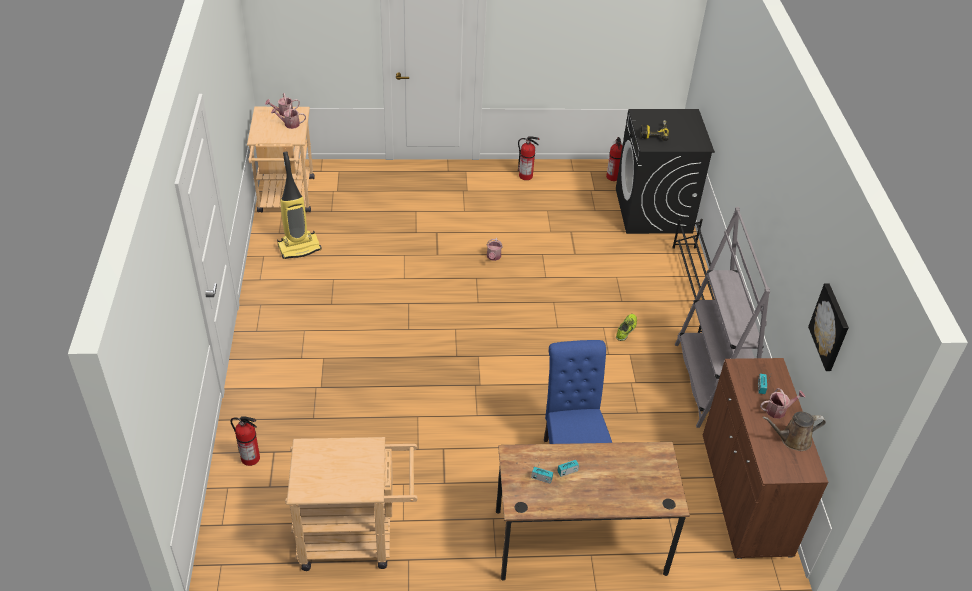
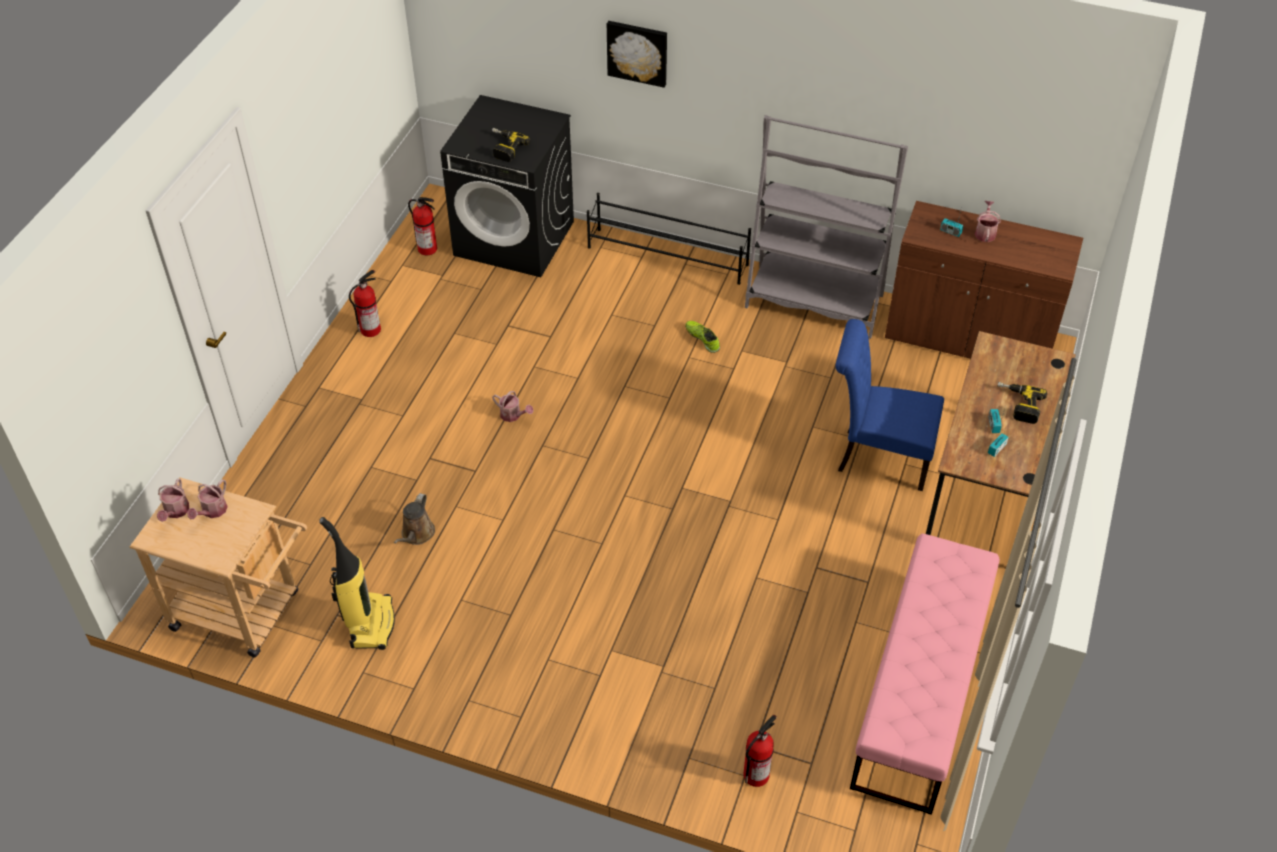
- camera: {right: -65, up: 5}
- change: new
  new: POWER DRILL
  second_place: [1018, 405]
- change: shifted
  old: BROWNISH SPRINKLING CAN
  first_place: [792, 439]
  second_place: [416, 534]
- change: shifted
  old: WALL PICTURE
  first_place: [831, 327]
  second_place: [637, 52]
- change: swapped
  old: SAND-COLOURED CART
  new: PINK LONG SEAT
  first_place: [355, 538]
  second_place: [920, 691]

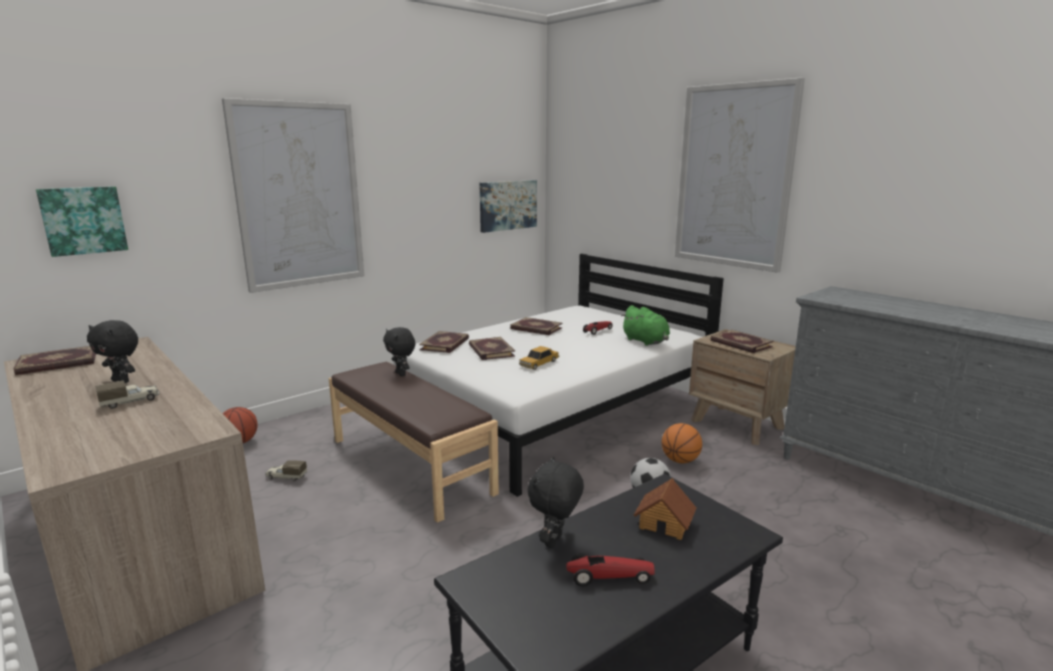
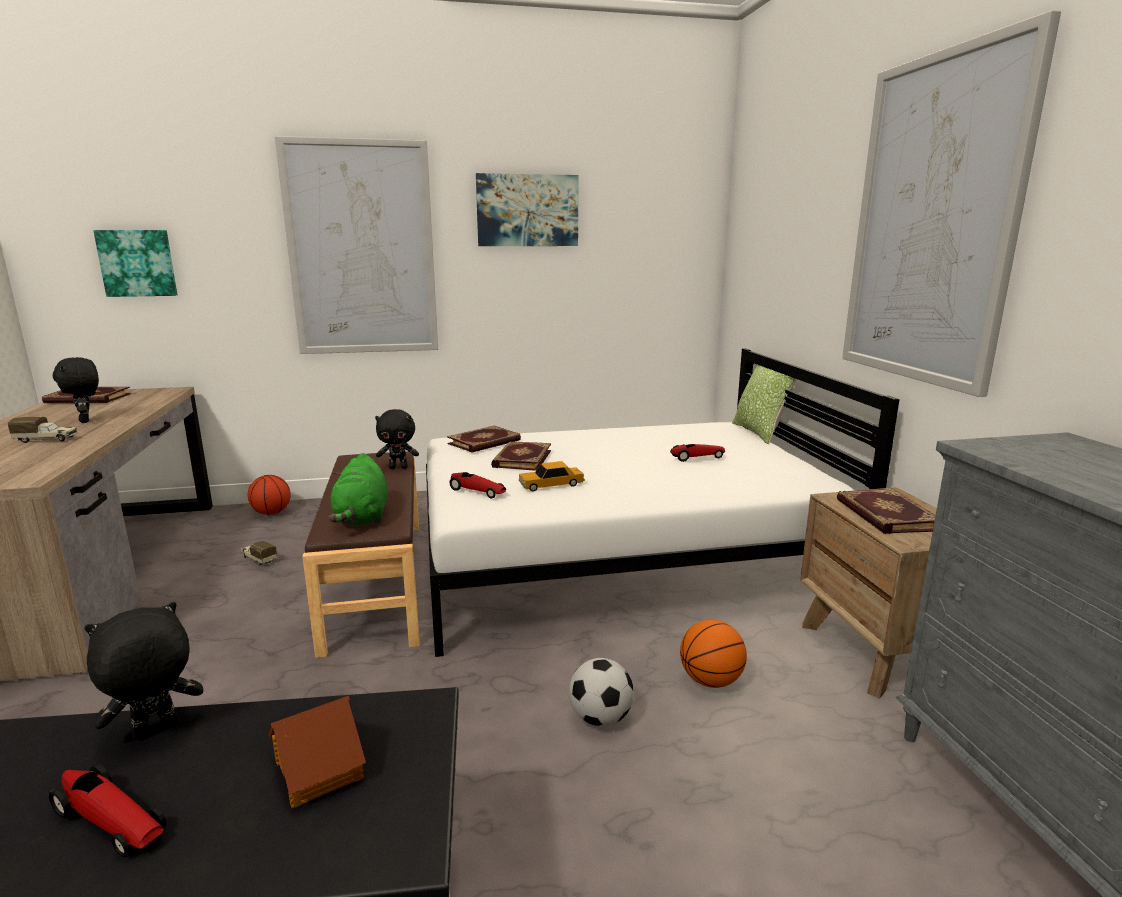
- camera: {right: 30, up: 0}
- change: gone
  old: BOUND BOOK
  first_place: [536, 329]
- change: new
  new: MODEL CAR
  second_place: [477, 491]
- change: new
  new: CUSHION
  second_place: [759, 433]
- change: shifted
  old: WALL PICTURE
  first_place: [508, 205]
  second_place: [527, 210]
- change: shifted
  old: GREEN PLUSH TOY
  first_place: [646, 341]
  second_place: [362, 518]
- change: rotated
  old: BLACKISH PLUSH TOY
  first_place: [401, 374]
  second_place: [399, 467]
  degrees: -90

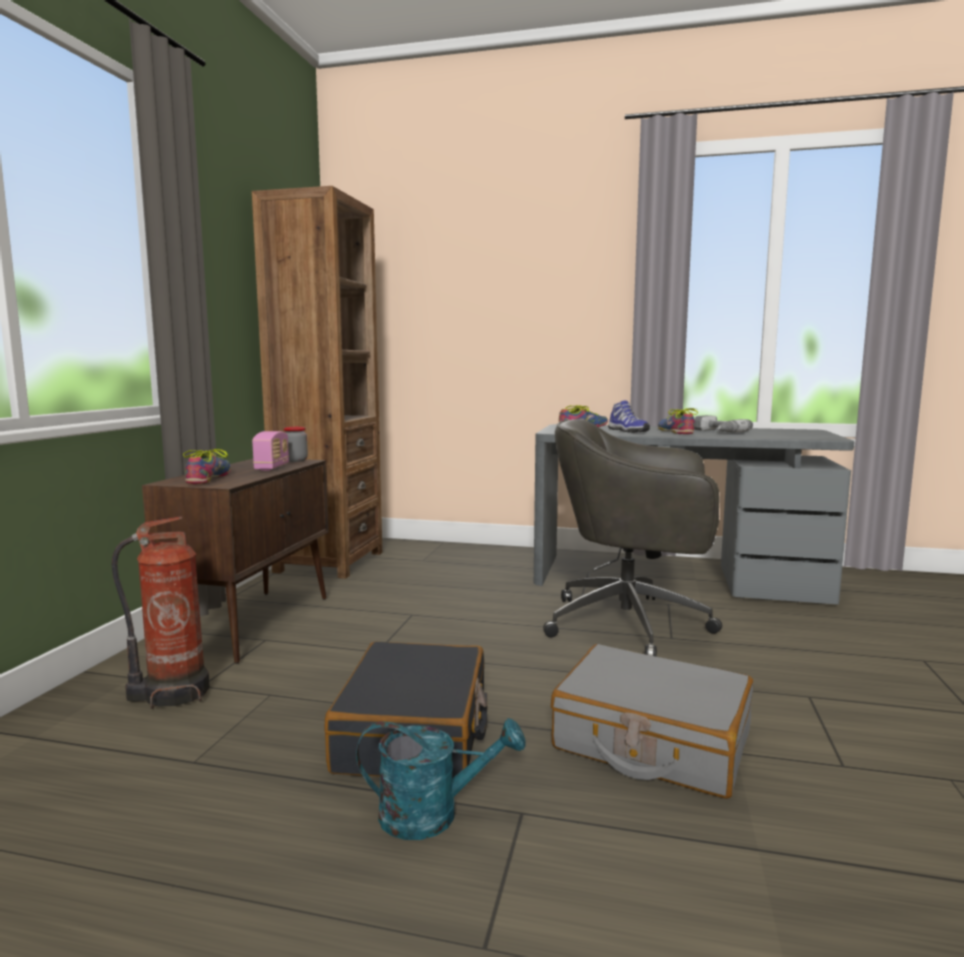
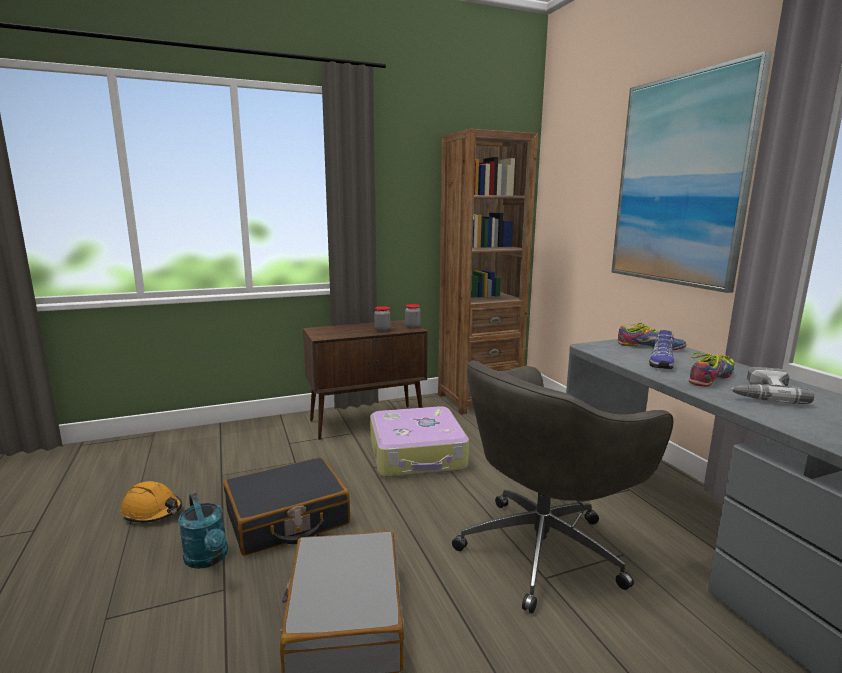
- camera: {right: 55, up: 5}
- change: gone
  old: FIRE-FIGHTING CYLINDER
  first_place: [173, 693]
- change: gone
  old: SHOE
  first_place: [208, 478]
- change: new
  new: ORANGE-COLOURED WORK HELMET
  second_place: [152, 511]
- change: new
  new: TRAVEL CASE
  second_place: [418, 455]
- change: new
  new: WALL PICTURE
  second_place: [680, 182]
- change: swapped
  old: RADIO RECEIVER
  new: PRESERVE JAR
  first_place: [272, 467]
  second_place: [382, 330]
- change: rotated
  old: GREYISH OFFICE CHAIR
  first_place: [632, 624]
  second_place: [544, 548]
  degrees: -105

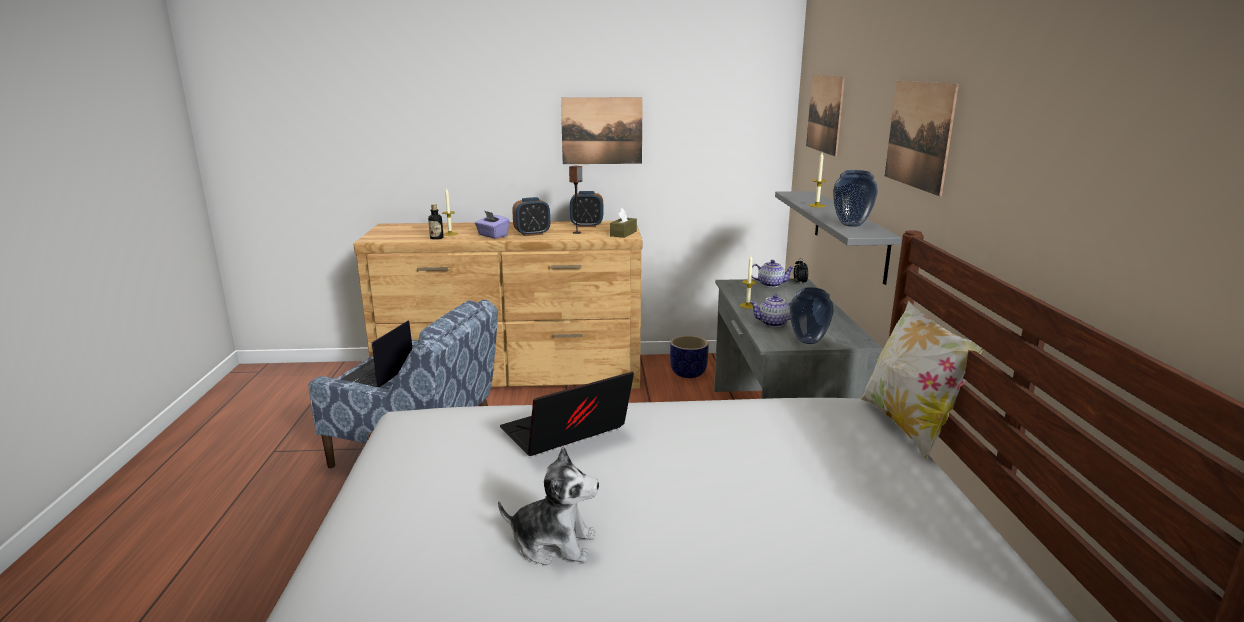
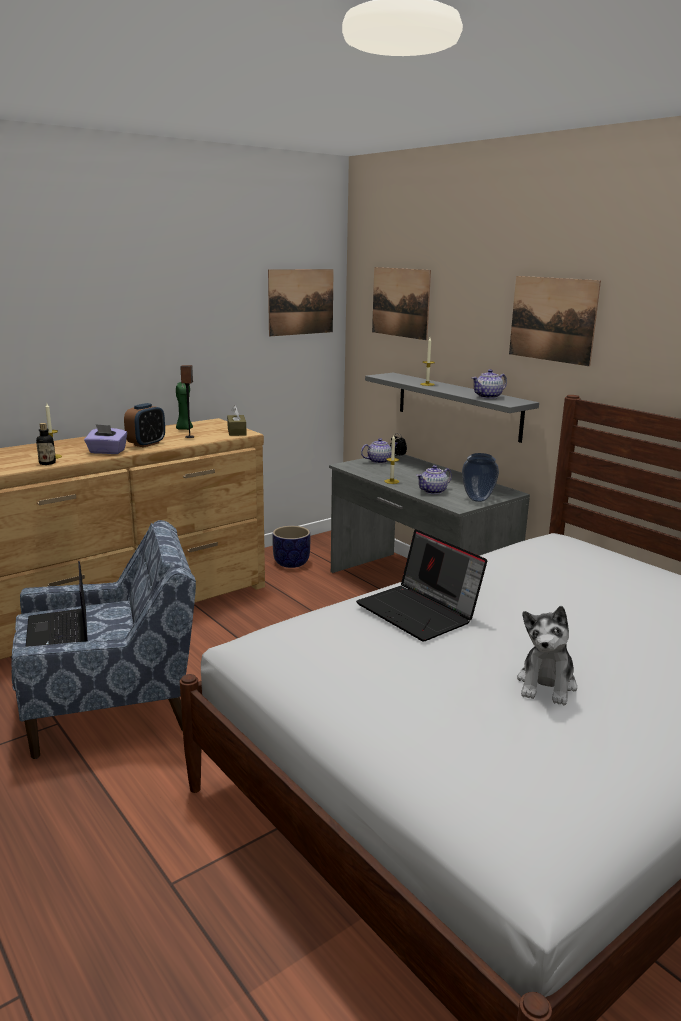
- camera: {right: -35, up: 0}
- change: gone
  old: CUSHION
  first_place: [908, 425]
- change: shifted
  old: WALL PICTURE
  first_place: [602, 131]
  second_place: [301, 302]
- change: swapped
  old: BEDSIDE CLOCK
  new: GREEN CANDLE
  first_place: [587, 225]
  second_place: [184, 429]
- change: swapped
  old: DECORATIVE VASE
  new: POT FOR TEA
  first_place: [852, 225]
  second_place: [488, 396]
- change: rotated
  old: PLUSH TOY
  first_place: [554, 543]
  second_place: [546, 684]
  degrees: 135
- change: rotated
  old: PORTABLE COMPUTER
  first_place: [565, 433]
  second_place: [420, 612]
  degrees: -60

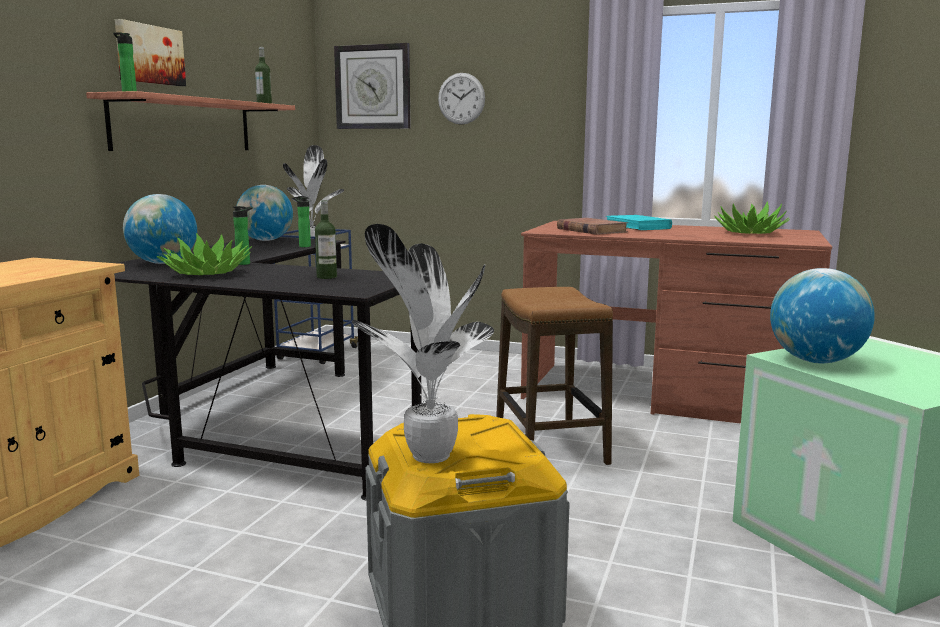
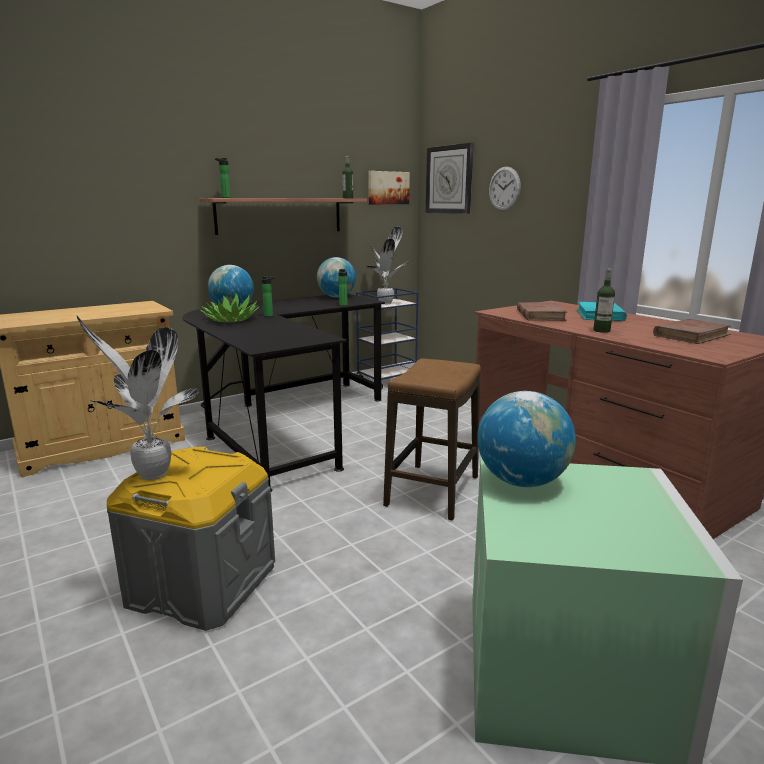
- camera: {right: 35, up: 5}
- change: shifted
  old: WALL PICTURE
  first_place: [149, 54]
  second_place: [388, 188]
- change: shifted
  old: BOTTLE
  first_place: [326, 277]
  second_place: [601, 330]
- change: swapped
  old: POTTED PLANT
  new: BROWNISH BOUND BOOK
  first_place: [749, 233]
  second_place: [691, 335]

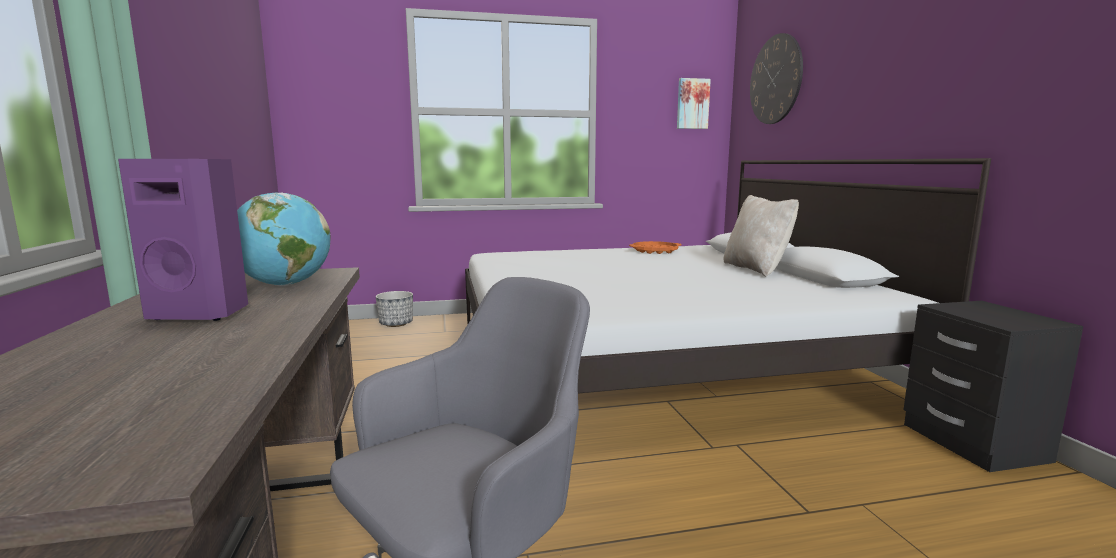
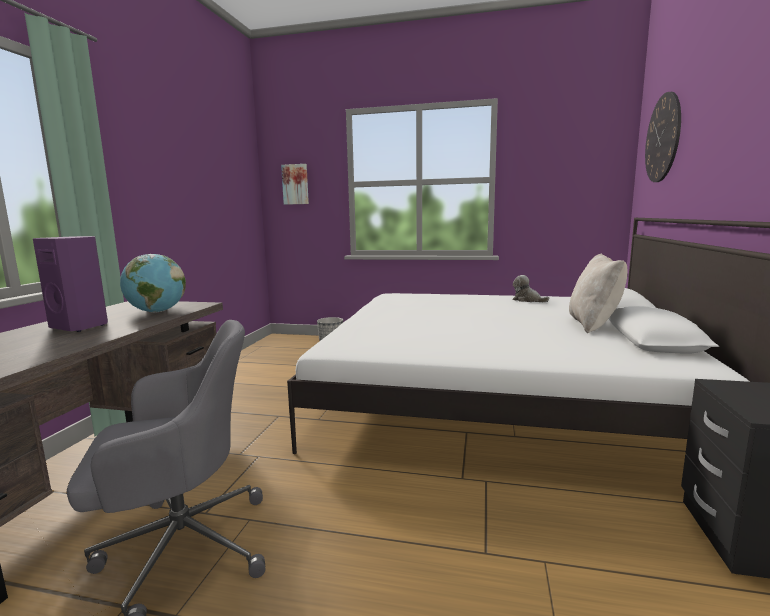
- camera: {right: 25, up: 0}
- change: shifted
  old: WALL PICTURE
  first_place: [692, 104]
  second_place: [295, 184]
- change: swapped
  old: ORANGE-COLOURED SERVING TRAY
  new: PLUSH TOY
  first_place: [655, 251]
  second_place: [527, 300]

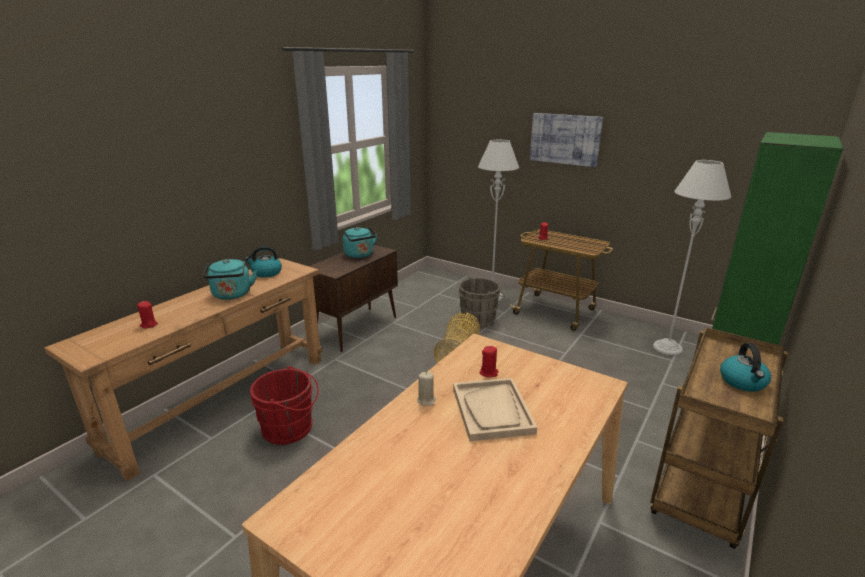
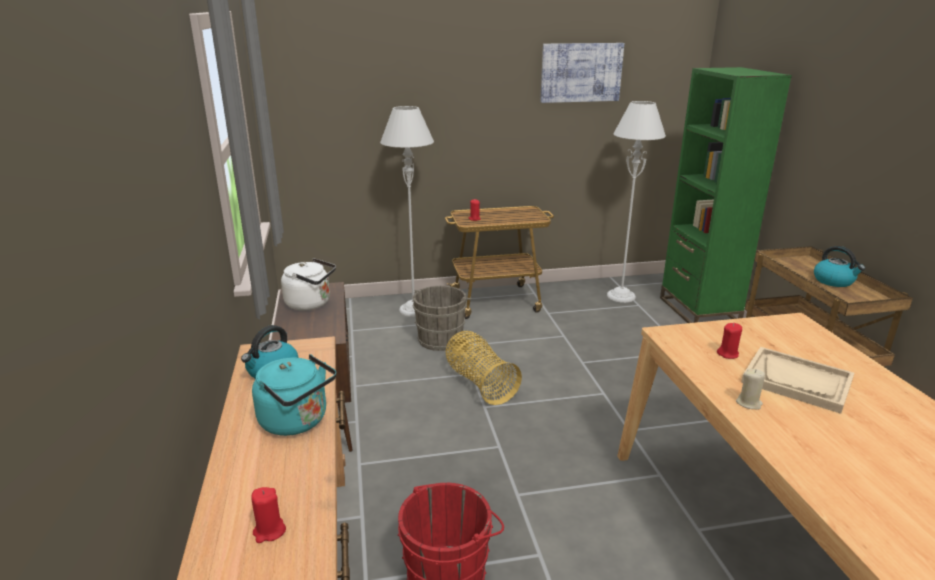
- camera: {right: -45, up: 0}
- change: shifted
  old: WALL PICTURE
  first_place: [565, 139]
  second_place: [581, 72]
- change: repainted
  old: TURQUOISE-COLOURED WATER KETTLE
  new: WHITE-COLOURED WATER KETTLE
  first_place: [360, 255]
  second_place: [311, 304]

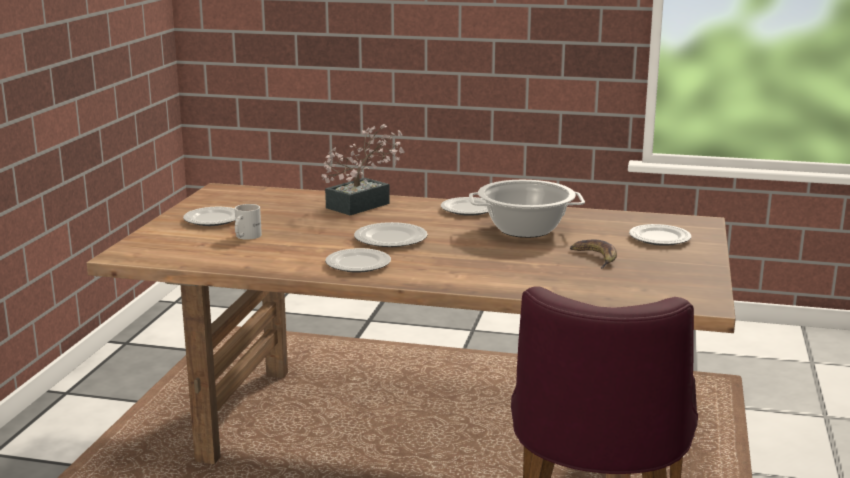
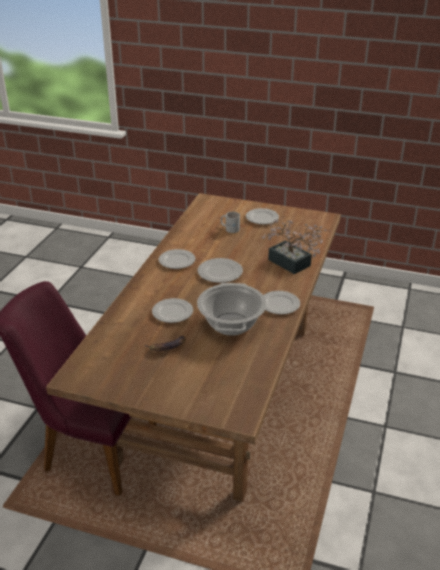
- camera: {right: 95, up: 15}
- change: shifted
  old: FLAT DISH
  first_place: [660, 238]
  second_place: [173, 313]

